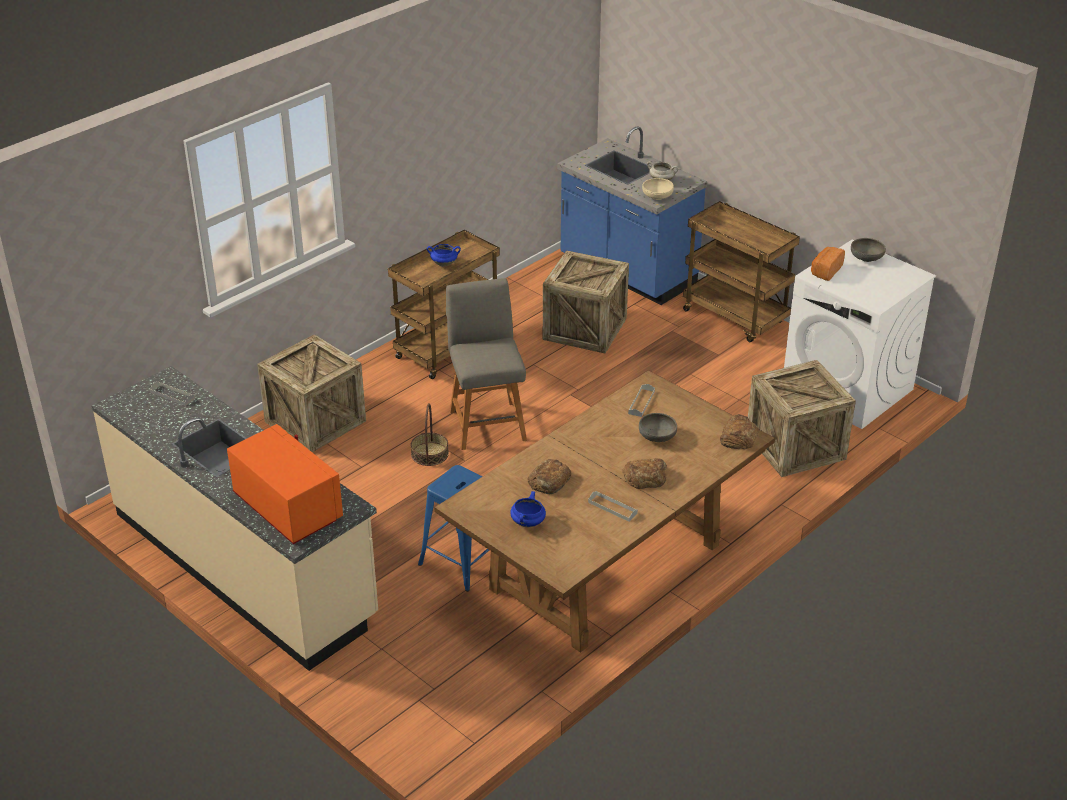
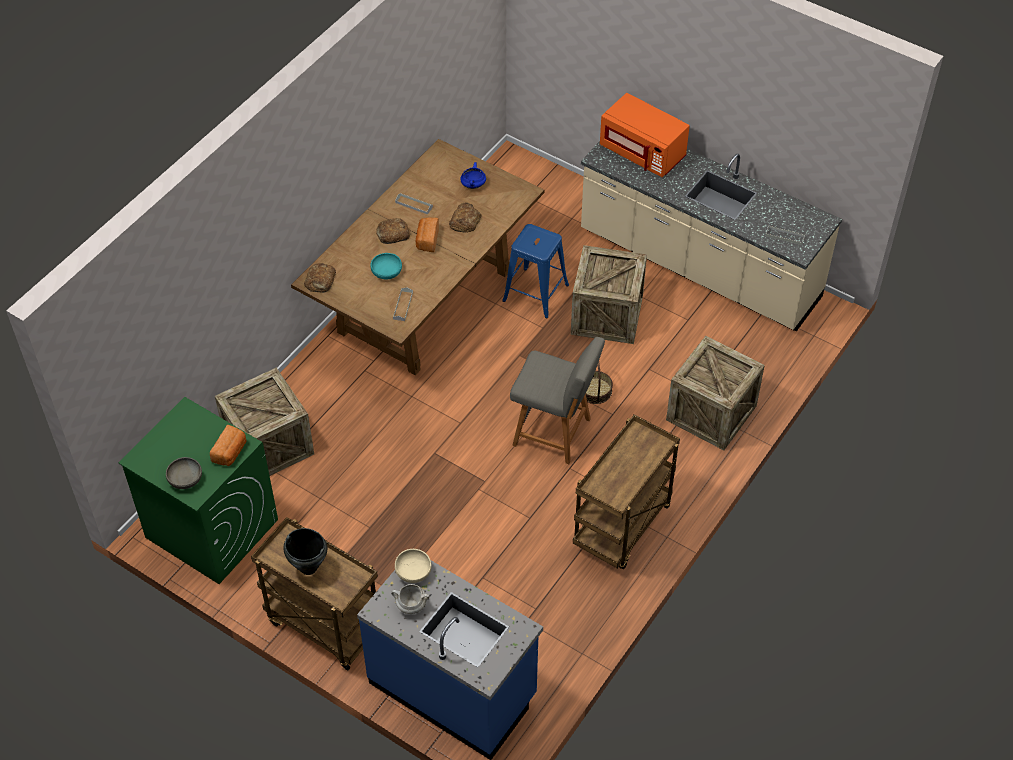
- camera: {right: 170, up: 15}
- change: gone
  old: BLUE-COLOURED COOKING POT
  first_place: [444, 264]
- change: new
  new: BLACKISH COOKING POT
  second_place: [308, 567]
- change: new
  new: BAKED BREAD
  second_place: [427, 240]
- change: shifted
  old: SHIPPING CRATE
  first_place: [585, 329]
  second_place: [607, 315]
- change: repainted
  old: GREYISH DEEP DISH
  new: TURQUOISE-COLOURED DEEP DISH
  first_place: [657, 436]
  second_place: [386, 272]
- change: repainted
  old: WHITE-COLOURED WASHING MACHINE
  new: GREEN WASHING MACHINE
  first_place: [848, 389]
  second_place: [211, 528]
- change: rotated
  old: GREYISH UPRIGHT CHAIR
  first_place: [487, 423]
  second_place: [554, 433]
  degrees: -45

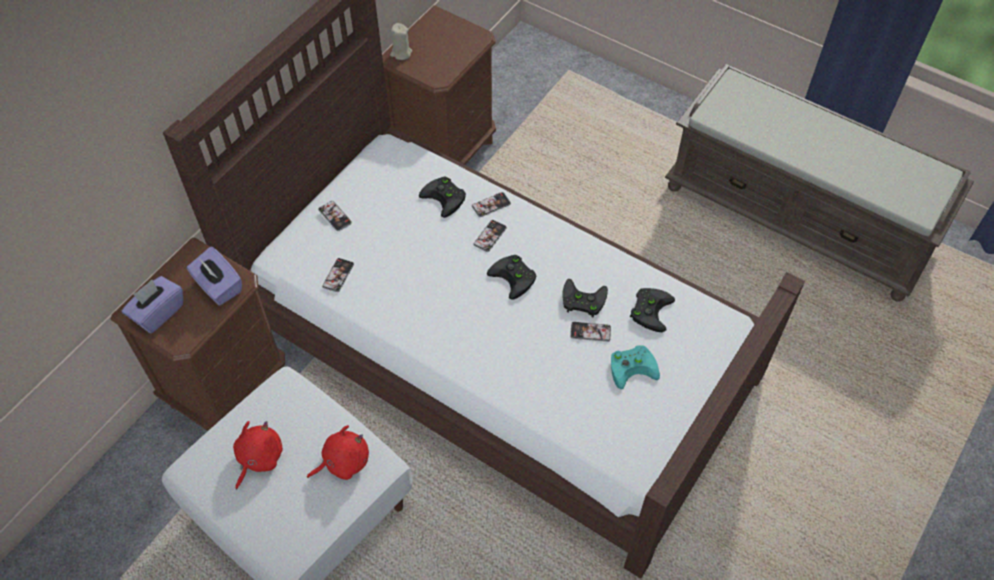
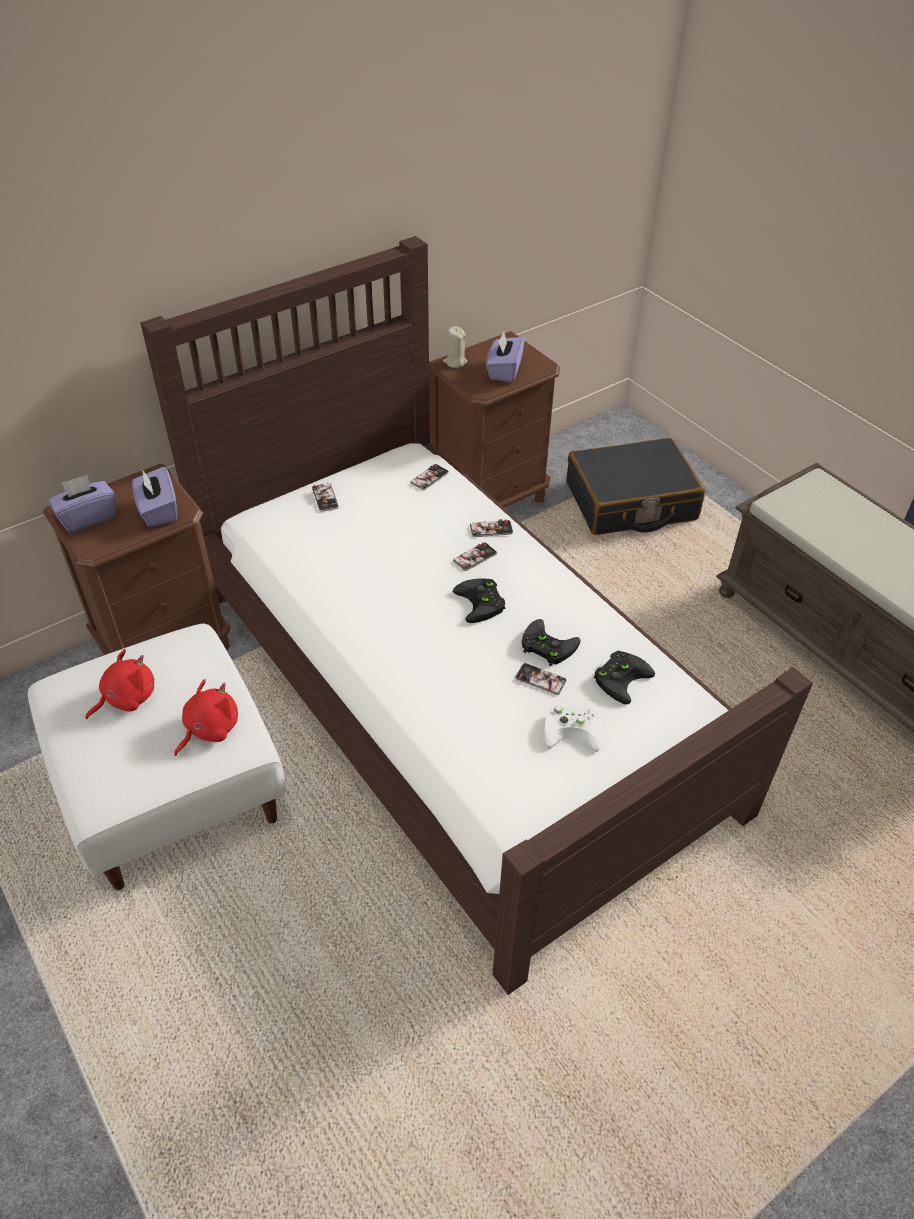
- camera: {right: 20, up: -10}
- change: gone
  old: BLACKISH JOYPAD
  first_place: [446, 198]
- change: new
  new: PURPLE-COLOURED TISSUE BOX
  second_place: [504, 371]
- change: new
  new: BLACKISH TRAVEL CASE
  second_place: [630, 502]
- change: shifted
  old: HANDSET
  first_place: [338, 275]
  second_place: [429, 477]
- change: repainted
  old: TURQUOISE-COLOURED JOYPAD
  new: WHITE-COLOURED JOYPAD
  first_place: [633, 366]
  second_place: [574, 729]
- change: rotated
  old: REDDISH PLUSH TOY
  first_place: [343, 461]
  second_place: [209, 729]
  degrees: -45

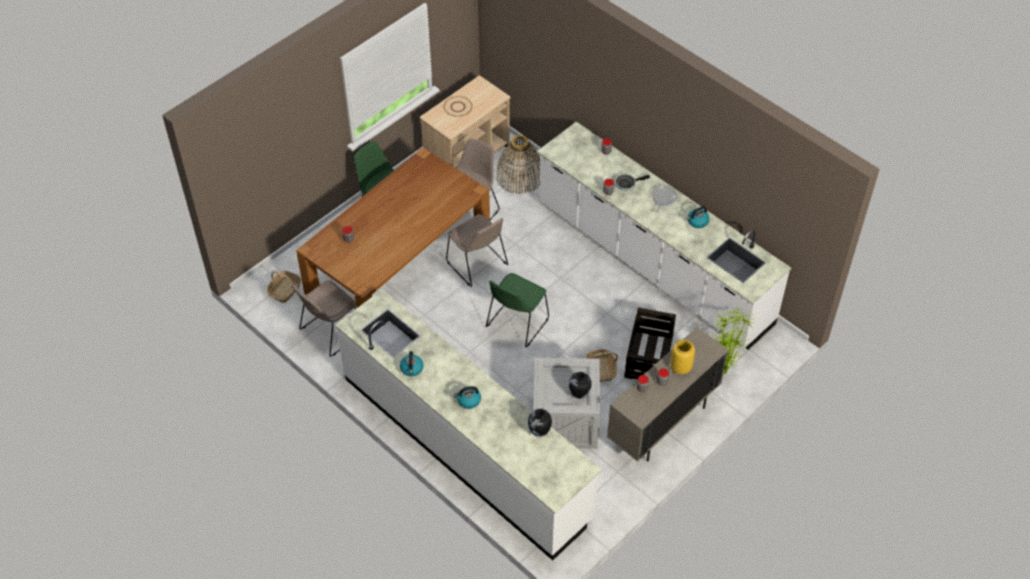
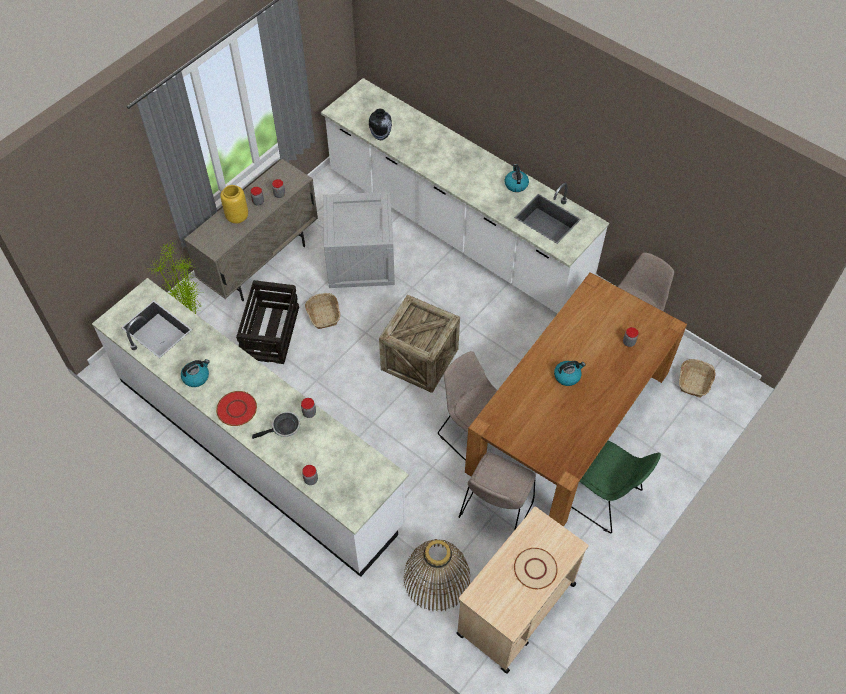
- camera: {right: 175, up: 5}
- change: gone
  old: DECORATIVE VASE
  first_place: [579, 394]
- change: shifted
  old: WATER KETTLE
  first_place: [468, 400]
  second_place: [567, 376]
- change: swapped
  old: GREEN UPRIGHT CHAIR
  new: SHIPPING CRATE
  first_place: [516, 324]
  second_place: [419, 359]
- change: swapped
  old: SKILLET
  new: REDDISH FLAT DISH
  first_place: [663, 198]
  second_place: [237, 409]

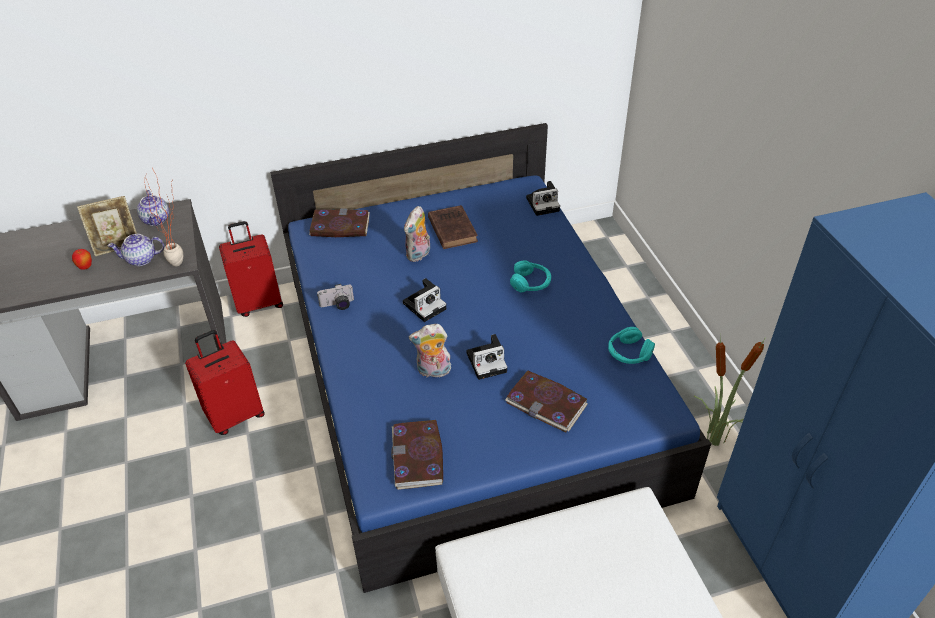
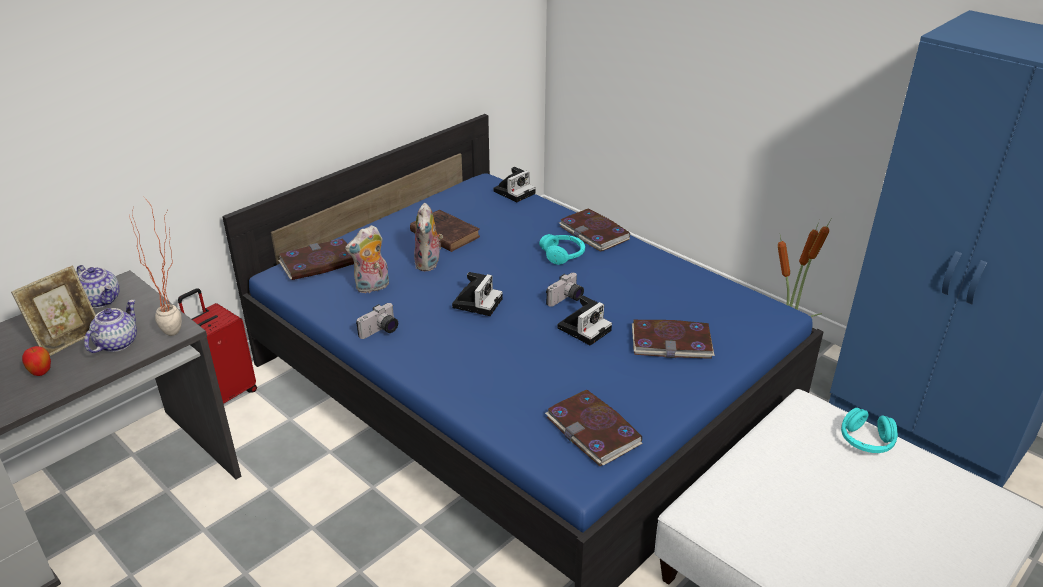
- camera: {right: -30, up: -10}
- change: gone
  old: REDDISH TRAVEL CASE
  first_place: [235, 415]
- change: new
  new: STILL CAMERA
  second_place: [566, 299]
- change: new
  new: BOUND BOOK
  second_place: [594, 233]
- change: shifted
  old: PLUSH TOY
  first_place: [433, 371]
  second_place: [372, 287]
- change: shifted
  old: TURQUOISE-COLOURED HEADSET
  first_place: [628, 353]
  second_place: [866, 441]
- change: rotated
  old: POT FOR TEA
  first_place: [141, 259]
  second_place: [117, 343]
  degrees: 150

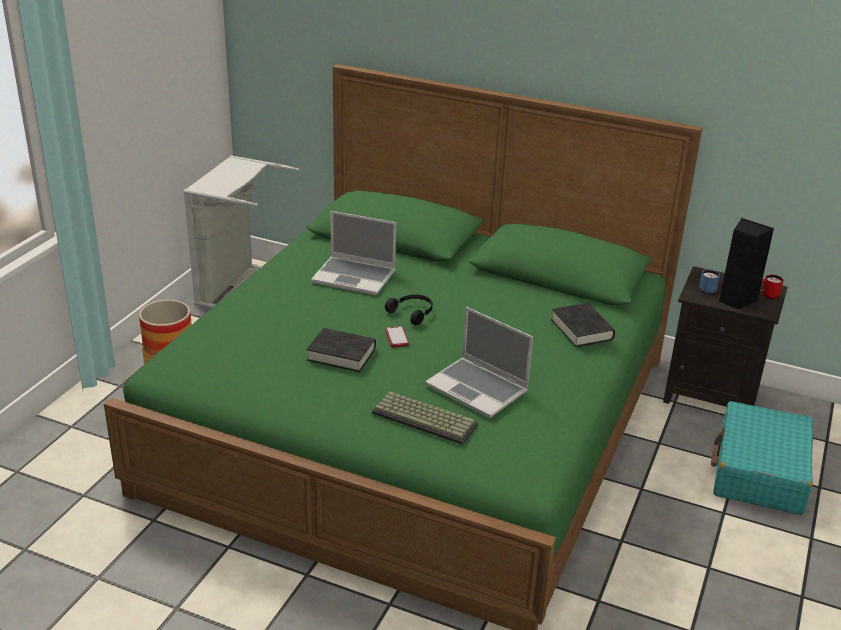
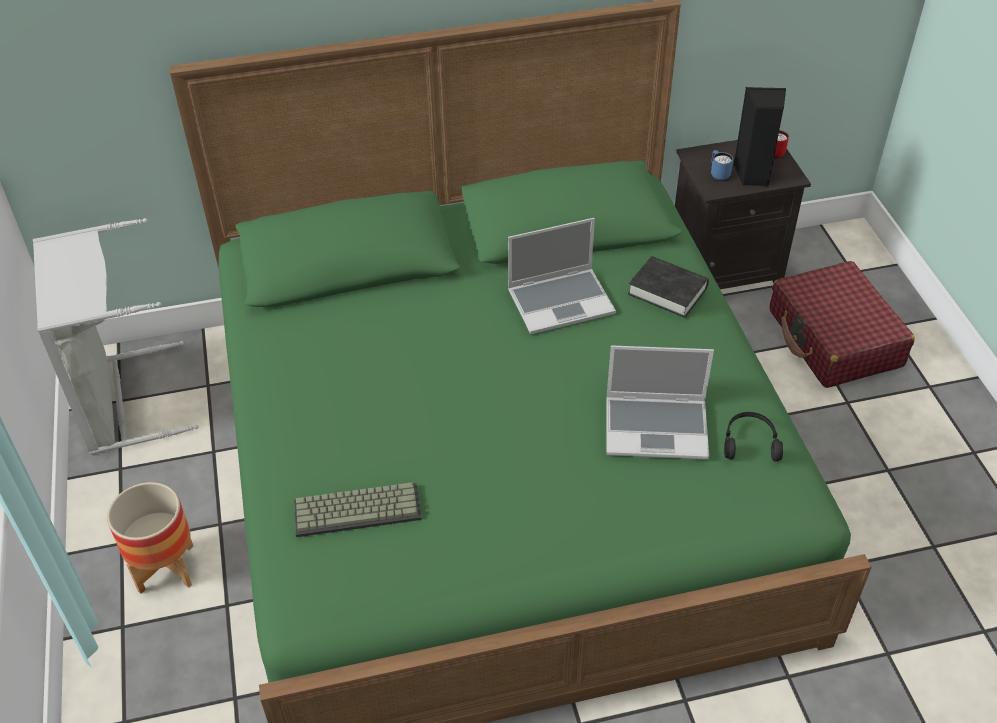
- camera: {right: -35, up: 15}
- change: gone
  old: BLACKISH BOUND BOOK
  first_place: [341, 354]
- change: gone
  old: HANDSET
  first_place: [397, 338]
- change: shifted
  old: PORTABLE COMPUTER
  first_place: [355, 277]
  second_place: [561, 301]
- change: shifted
  old: PC KEYBOARD
  first_place: [426, 418]
  second_place: [358, 508]
- change: shifted
  old: BLACKISH HEADSET
  first_place: [412, 313]
  second_place: [750, 442]
- change: repainted
  old: TURQUOISE-COLOURED TRAVEL CASE
  new: REDDISH TRAVEL CASE
  first_place: [759, 472]
  second_place: [834, 339]

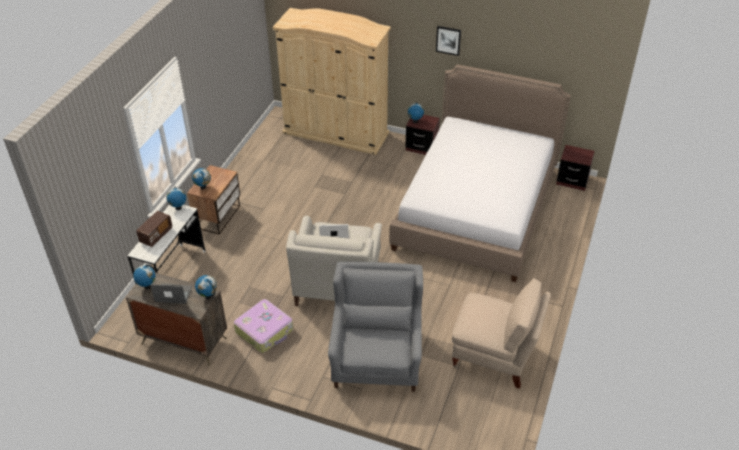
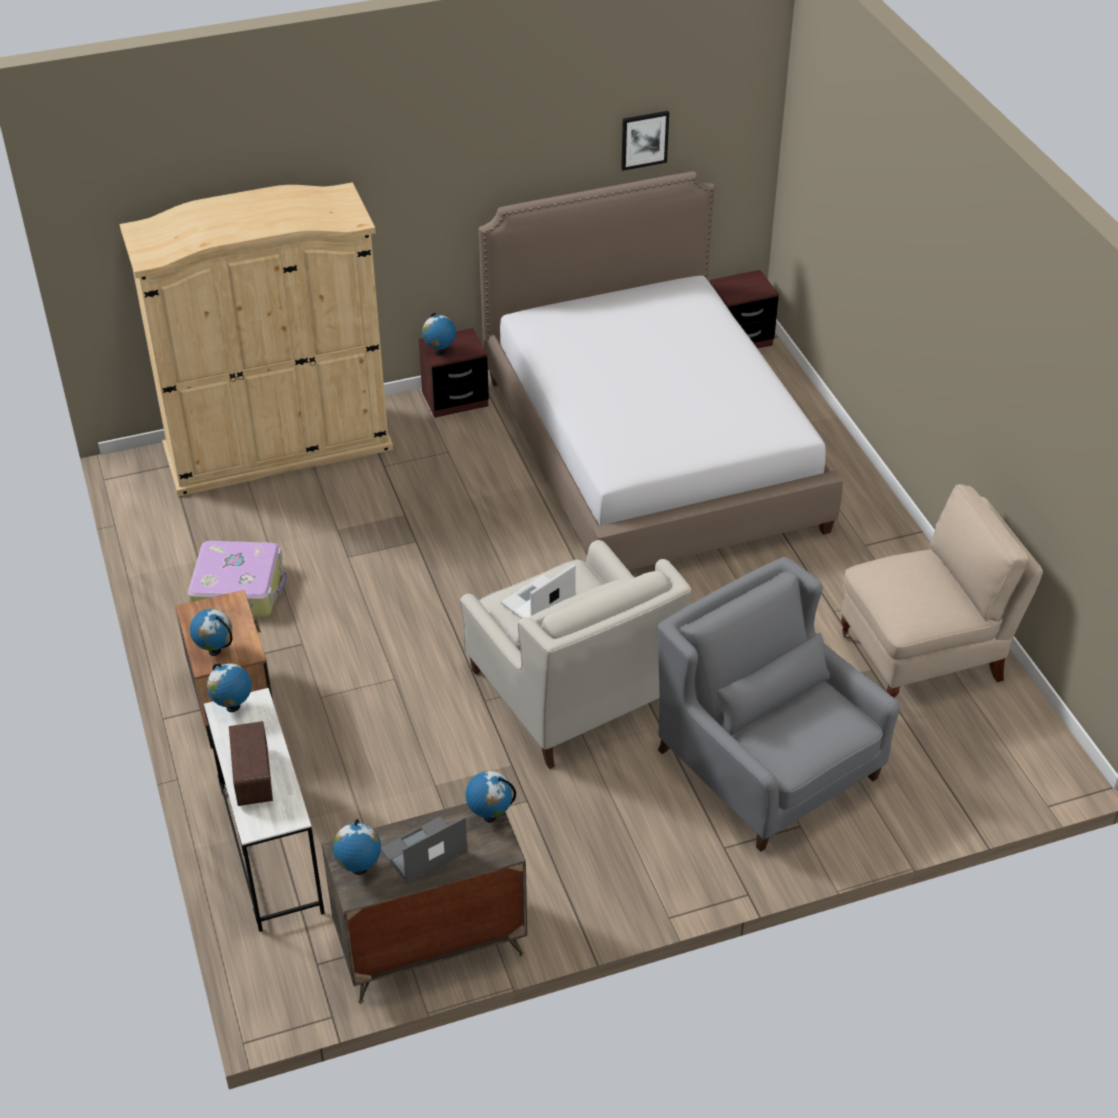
- camera: {right: -40, up: 0}
- change: shifted
  old: TRAVEL CASE
  first_place: [265, 331]
  second_place: [239, 589]
- change: shifted
  old: WALL PICTURE
  first_place: [448, 40]
  second_place: [644, 139]

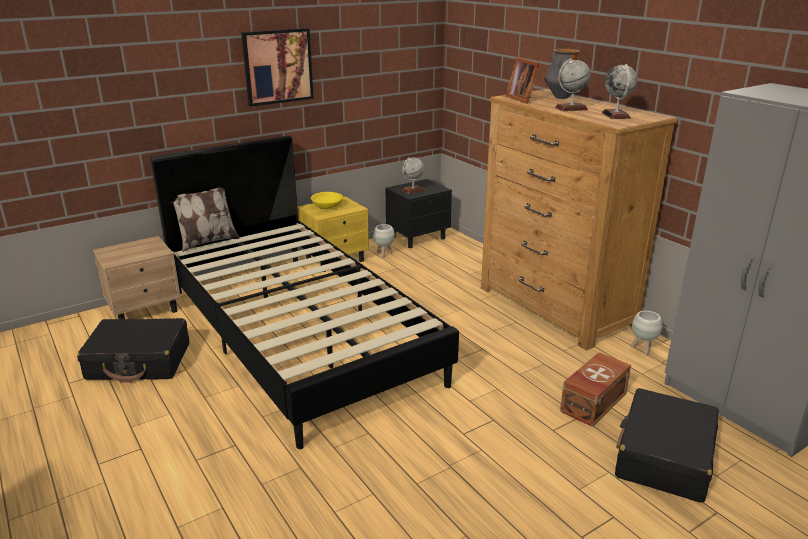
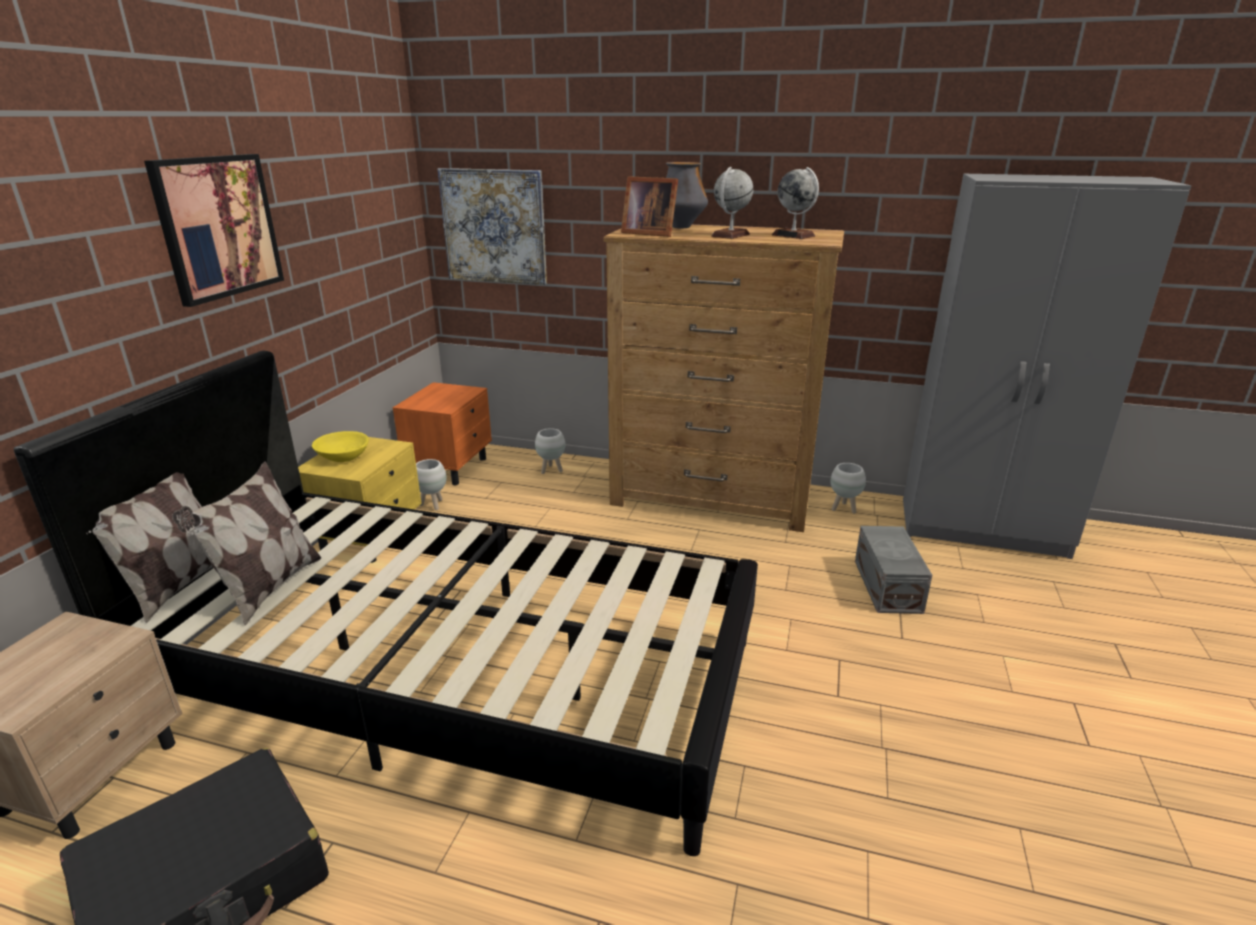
- camera: {right: -40, up: 0}
- change: gone
  old: DESK GLOBE
  first_place: [413, 190]
- change: gone
  old: BLACKISH TRAVEL CASE
  first_place: [664, 457]
- change: new
  new: CUSHION
  second_place: [268, 588]
- change: new
  new: WALL PICTURE
  second_place: [494, 226]
- change: new
  new: WHITE-COLOURED FLOWER POT
  second_place: [551, 470]
- change: repainted
  old: BLACKISH BEDSIDE TABLE
  new: ORANGE-COLOURED BEDSIDE TABLE
  first_place: [418, 237]
  second_place: [450, 467]
- change: repainted
  old: BROWNISH STORAGE BIN
  new: GREYISH STORAGE BIN
  first_place: [592, 402]
  second_place: [886, 587]

